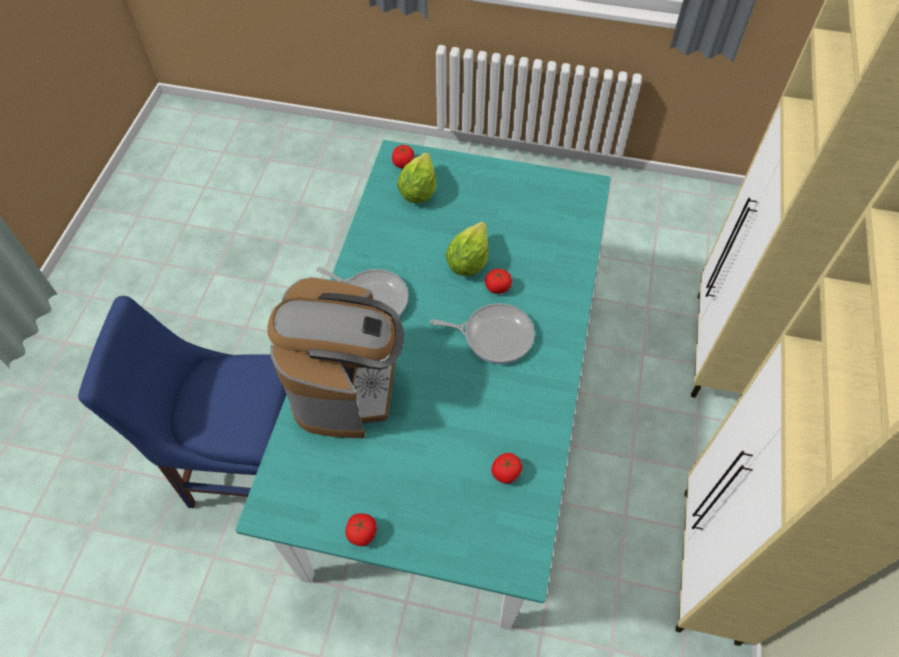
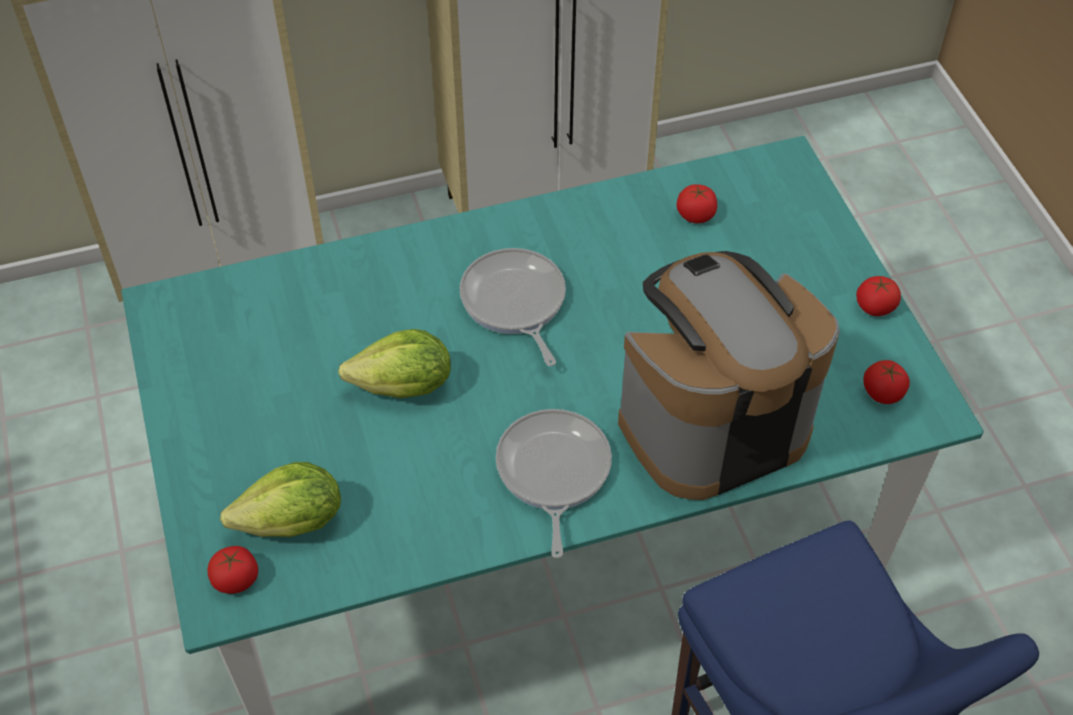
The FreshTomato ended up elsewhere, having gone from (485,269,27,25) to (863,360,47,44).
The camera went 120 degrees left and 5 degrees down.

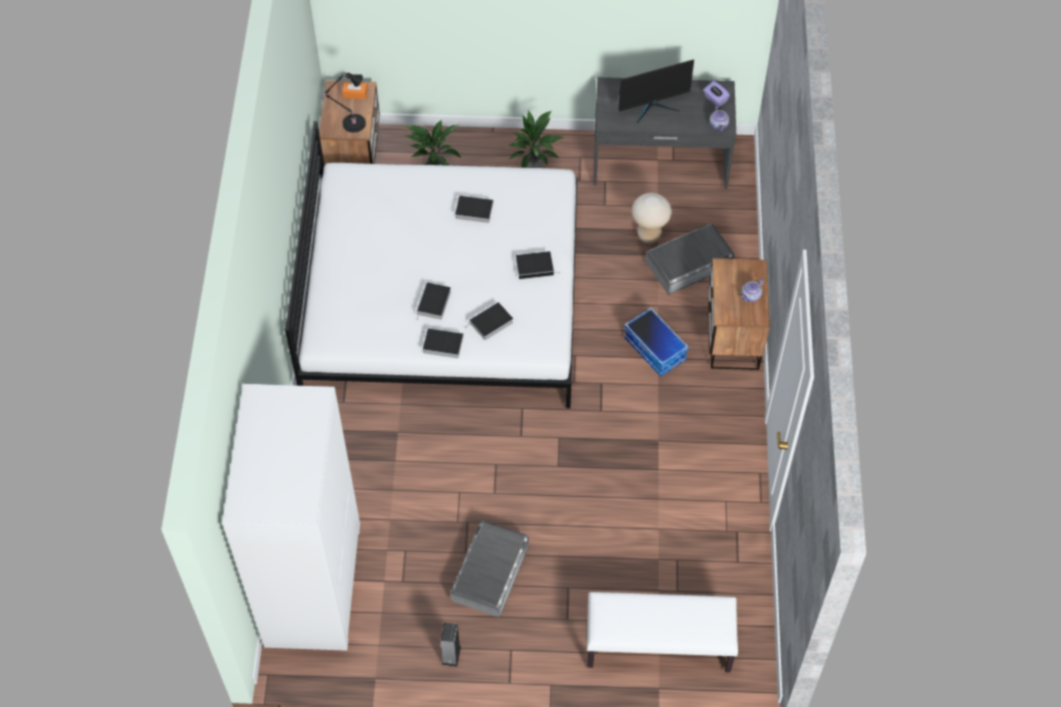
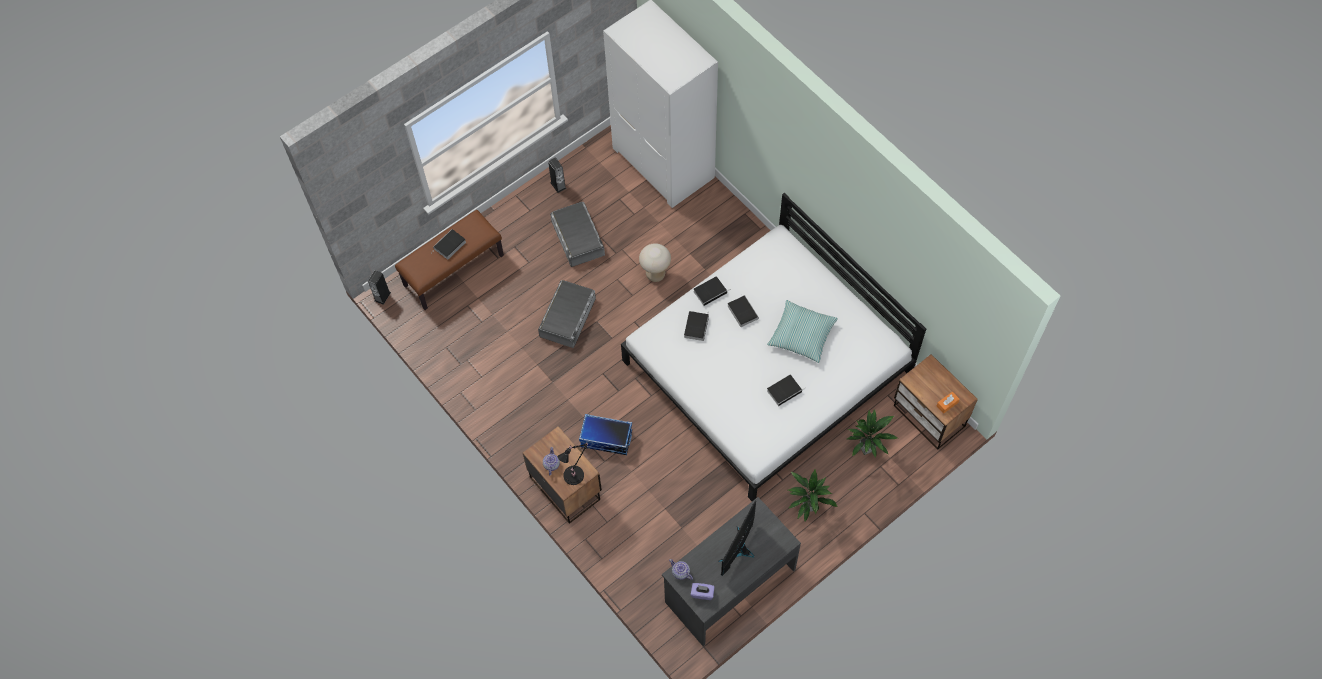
The BlackColouredLampForATable ended up elsewhere, having gone from (323,72,43,61) to (558,442,30,43).
The Volume ended up elsewhere, having gone from (516,251,39,28) to (432,229,34,31).
What was the WhiteColouredIndoorBench at (587,592,151,81) turned into the BrownishIndoorBench at (395,210,109,100).
The BeigeColouredStool ended up elsewhere, having gone from (631,193,41,51) to (639,243,32,39).
The GrayStorageContainer ended up elsewhere, having gone from (646,223,89,72) to (538,280,58,68).
The second view gained the Speaker at (368,270,23,35).
The second view gained the Cushion at (767,300,71,63).
The camera went 140 degrees right and 5 degrees up.

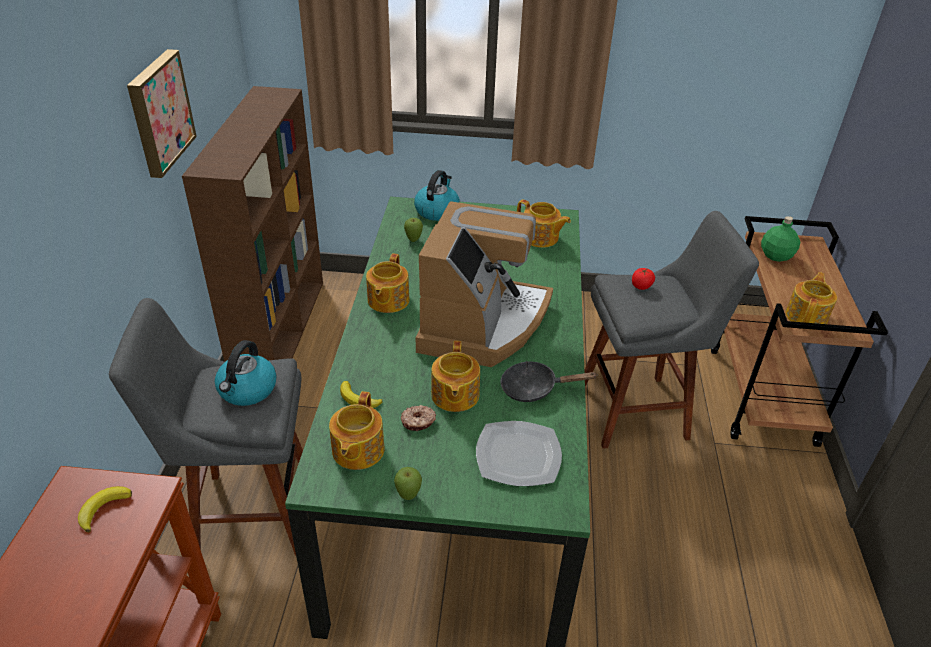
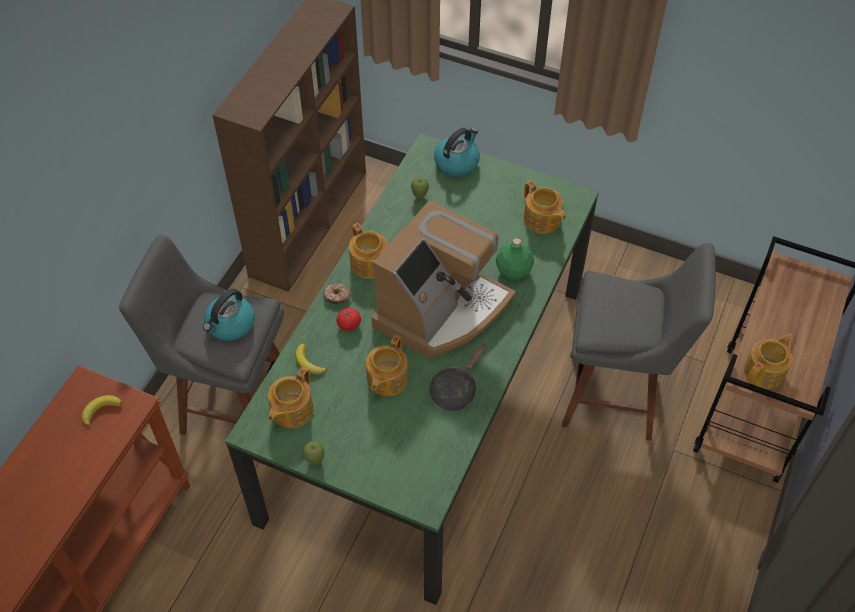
The second view lost the WallPicture at (127,49,70,129).
The Teapot at (366,253,43,60) ended up facing another way, 60 degrees counterclockwise from before.
The Doughnut ended up elsewhere, having gone from (401,405,35,26) to (323,283,28,21).
The second view lost the Plate at (476,421,86,65).
The BlackColouredPan at (500,361,98,41) ended up facing another way, 75 degrees counterclockwise from before.
The FreshTomato ended up elsewhere, having gone from (632,268,23,22) to (336,308,25,23).
The GreenishBottle ended up elsewhere, having gone from (761,216,39,46) to (496,238,38,42).
The camera went 20 degrees right and 15 degrees up.

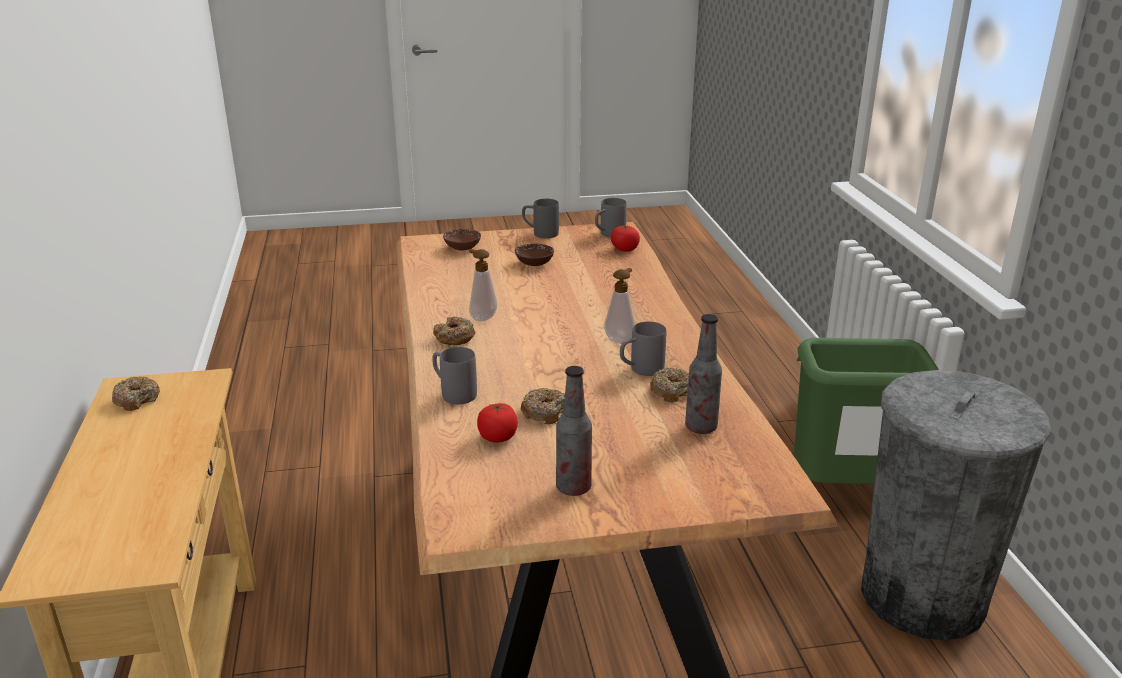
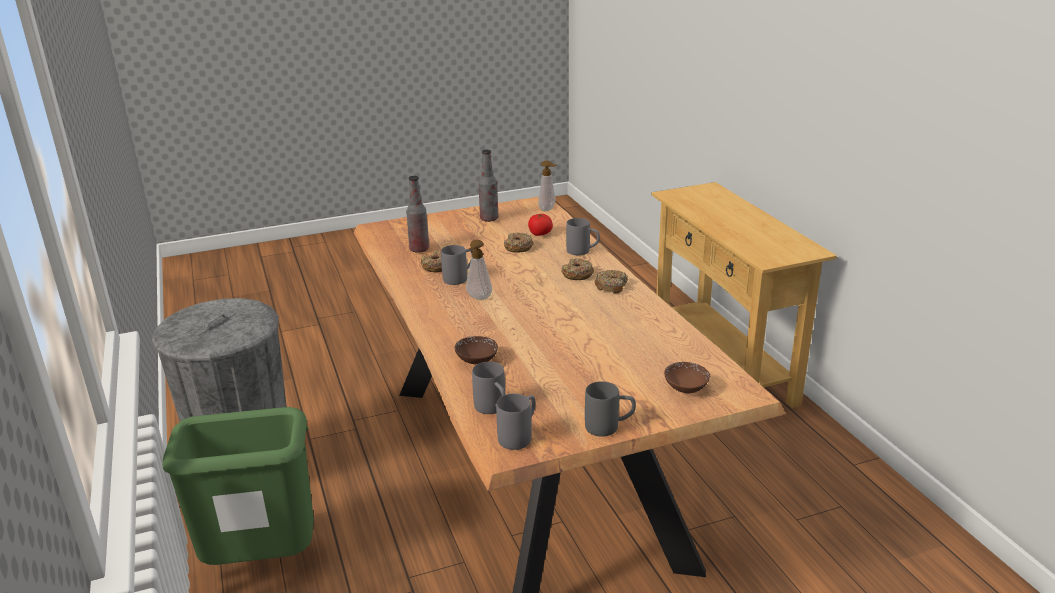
The Doughnut ended up elsewhere, having gone from (112,376,48,35) to (561,258,33,22).
The SoapBottle ended up elsewhere, having gone from (469,249,28,72) to (538,160,18,52).
The BrownishDeepDish ended up elsewhere, having gone from (515,244,39,22) to (455,336,43,28).
Where the FreshTomato stood at (611,225,29,27), the GrayMug came to stand at (472,362,33,52).
The camera went 170 degrees right and 0 degrees up.

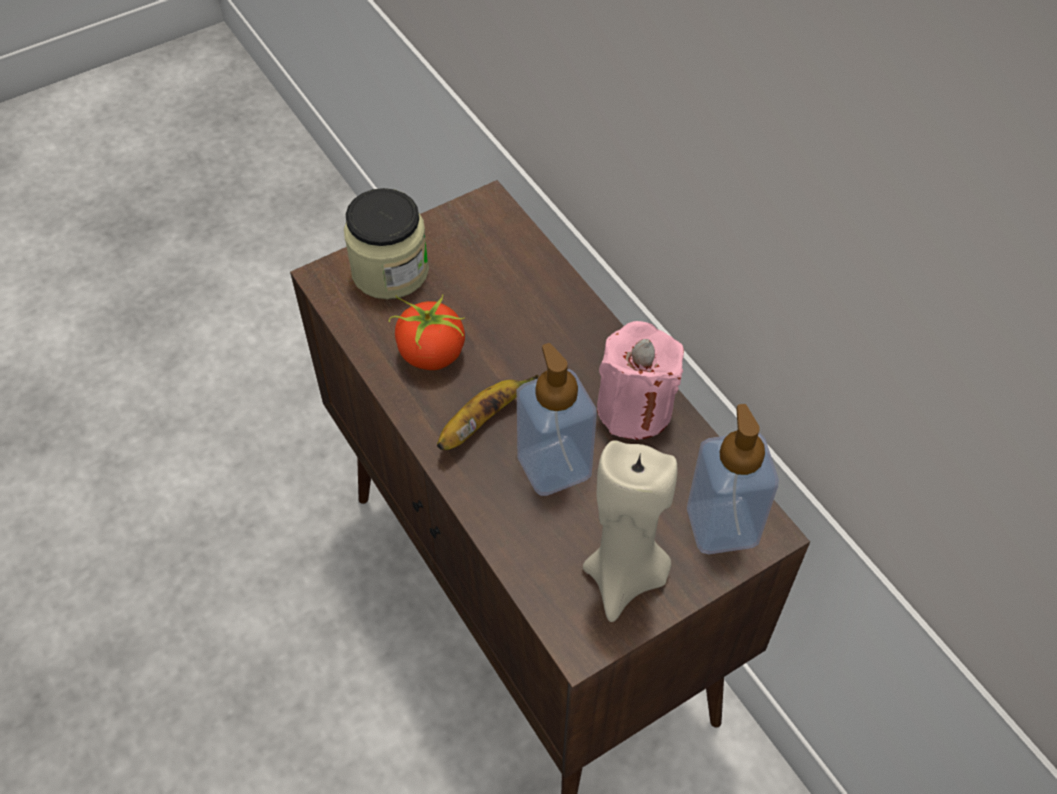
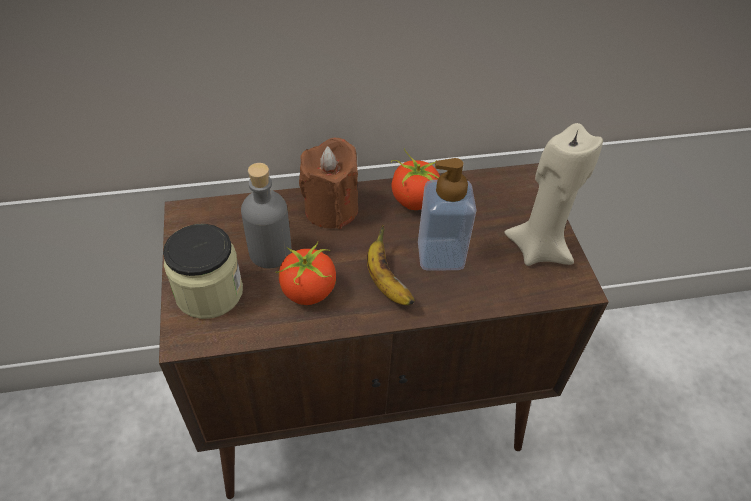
Where the PinkColouredWaxLight stood at (597,321,87,119), the FreshTomato came to stand at (391,149,49,61).
The second view lost the SoapBottle at (687,404,92,150).
The second view gained the GrayBottle at (241,163,51,106).
The second view gained the BrownishWaxLight at (299,138,59,91).
The camera went 70 degrees left and 5 degrees down.

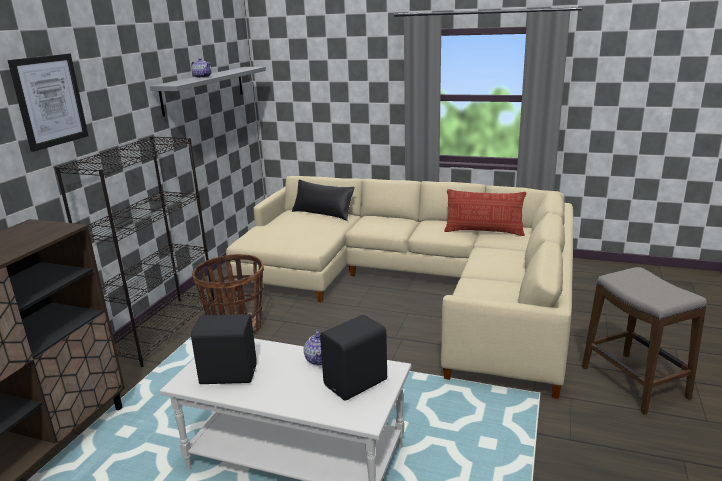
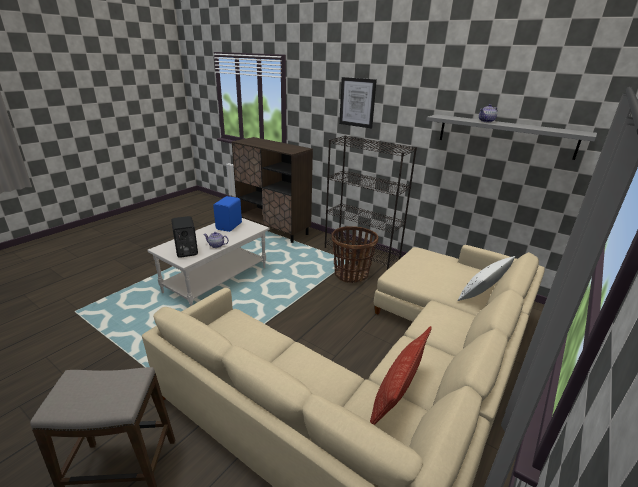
What was the BlackColouredSpeaker at (191,314,66,70) turned into the BluishSpeaker at (213,196,29,36).
What was the BlackColouredCushion at (292,179,63,42) turned into the WhiteColouredCushion at (457,256,58,45).
The camera went 105 degrees right and 5 degrees up.

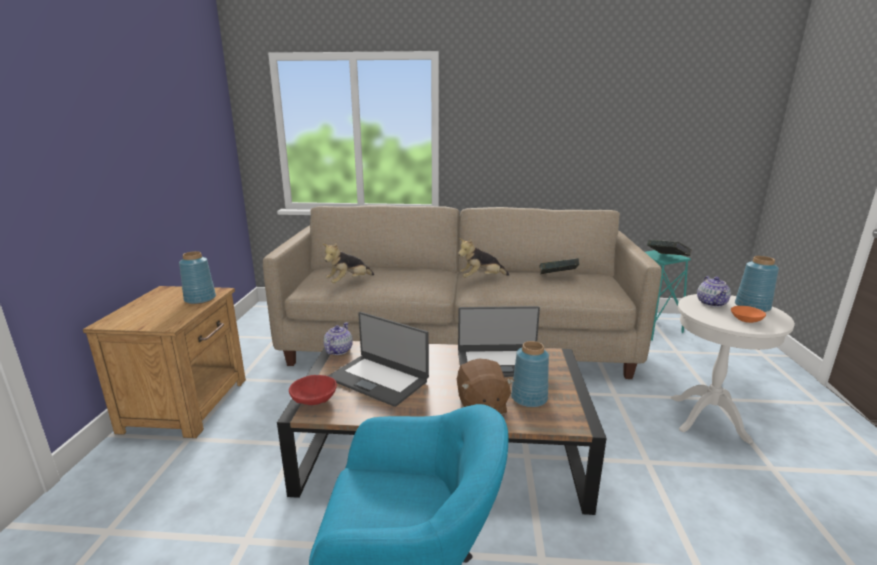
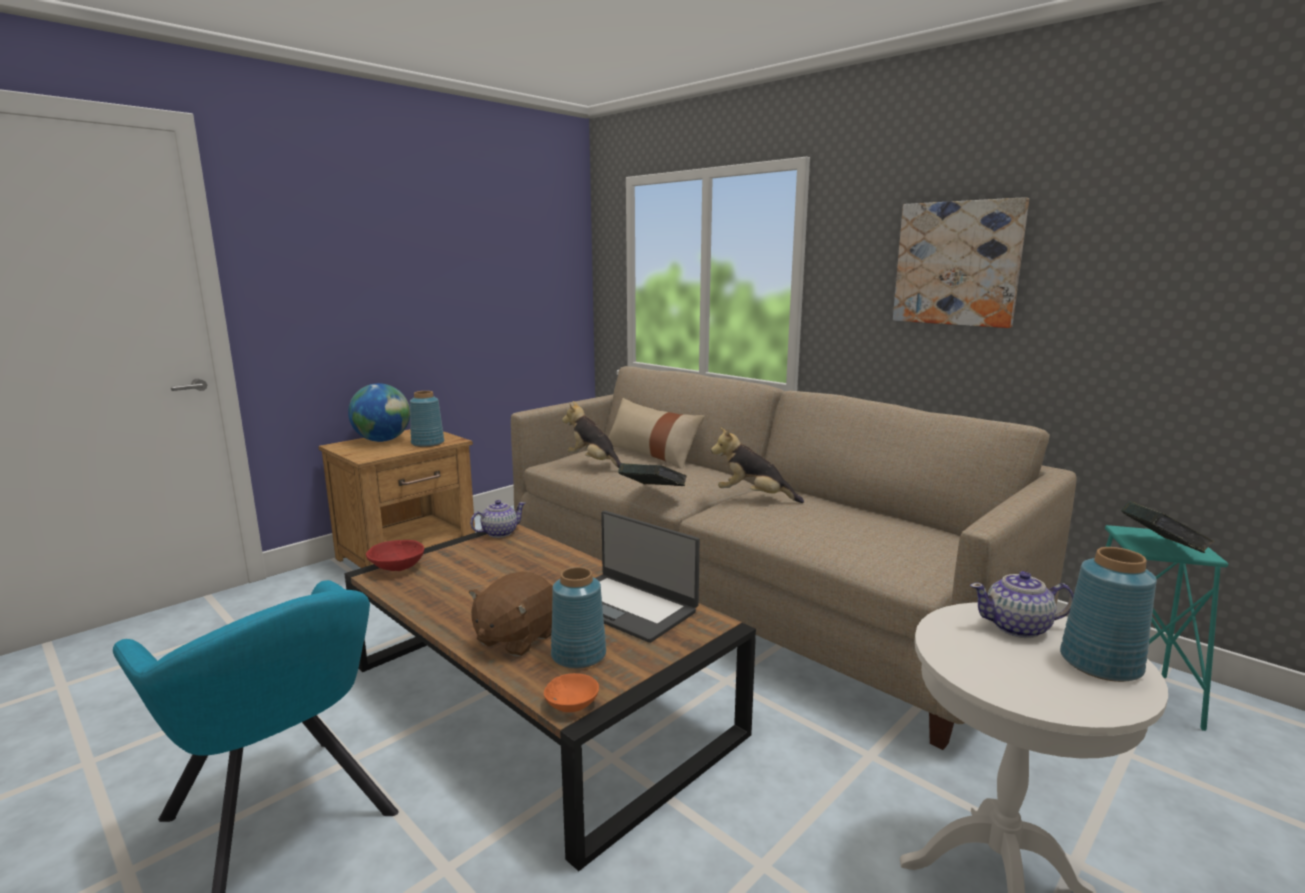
The PlushToy at (323,243,51,40) ended up facing another way, 45 degrees clockwise from before.
The second view lost the Laptop at (328,312,101,95).
The Volume ended up elsewhere, having gone from (539,258,40,17) to (618,463,69,23).
The Teapot at (697,276,34,31) ended up facing another way, 45 degrees clockwise from before.
The OrangeColouredDeepDish ended up elsewhere, having gone from (731,306,35,17) to (544,673,55,39).
The second view gained the WorldGlobe at (348,383,62,59).
The second view gained the BeigeColouredCushion at (608,398,97,71).
The second view gained the WallPicture at (893,197,136,131).
The camera went 40 degrees right and 5 degrees down.

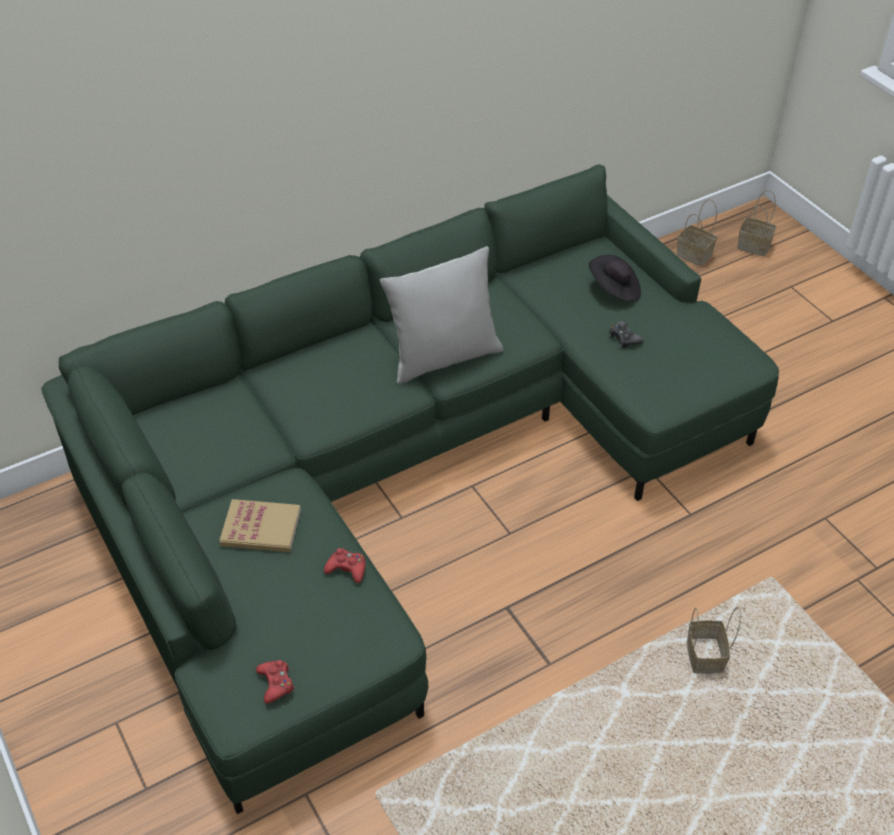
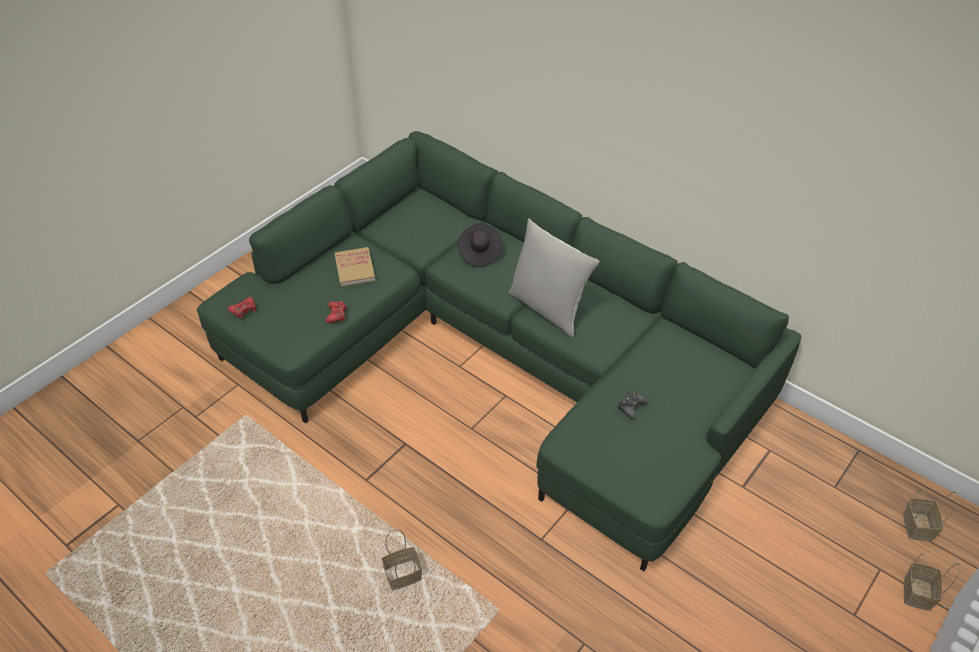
The BlackColouredWearableHat ended up elsewhere, having gone from (588,255,53,47) to (458,224,45,43).
The HouseholdBasket ended up elsewhere, having gone from (676,199,41,67) to (904,553,57,58).
The camera went 70 degrees right and 0 degrees up.

